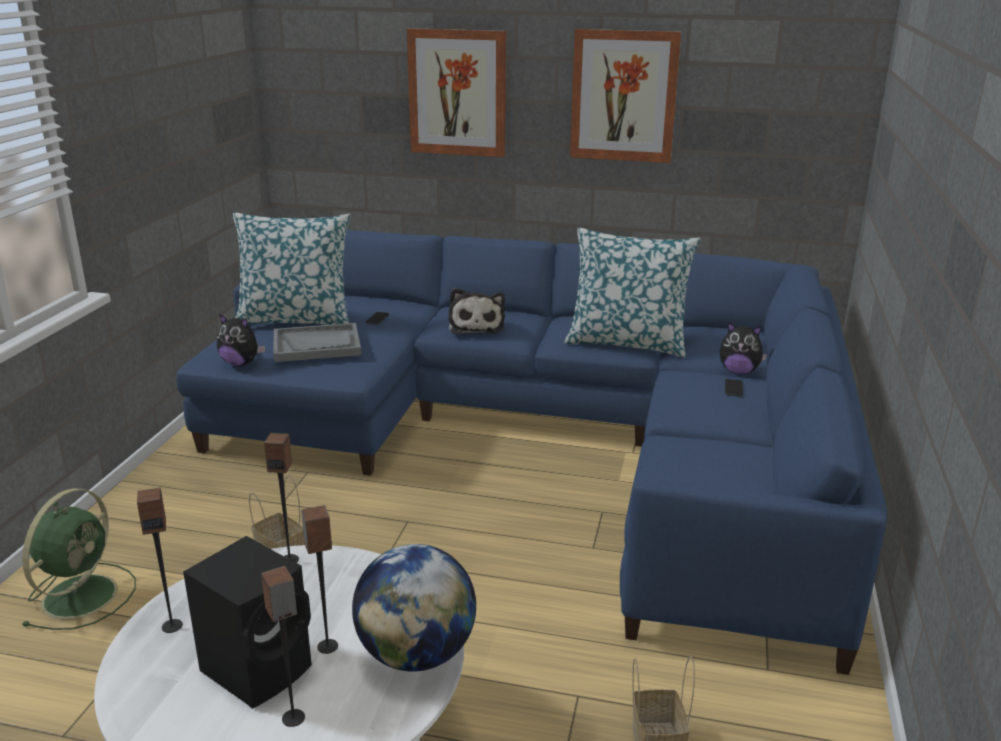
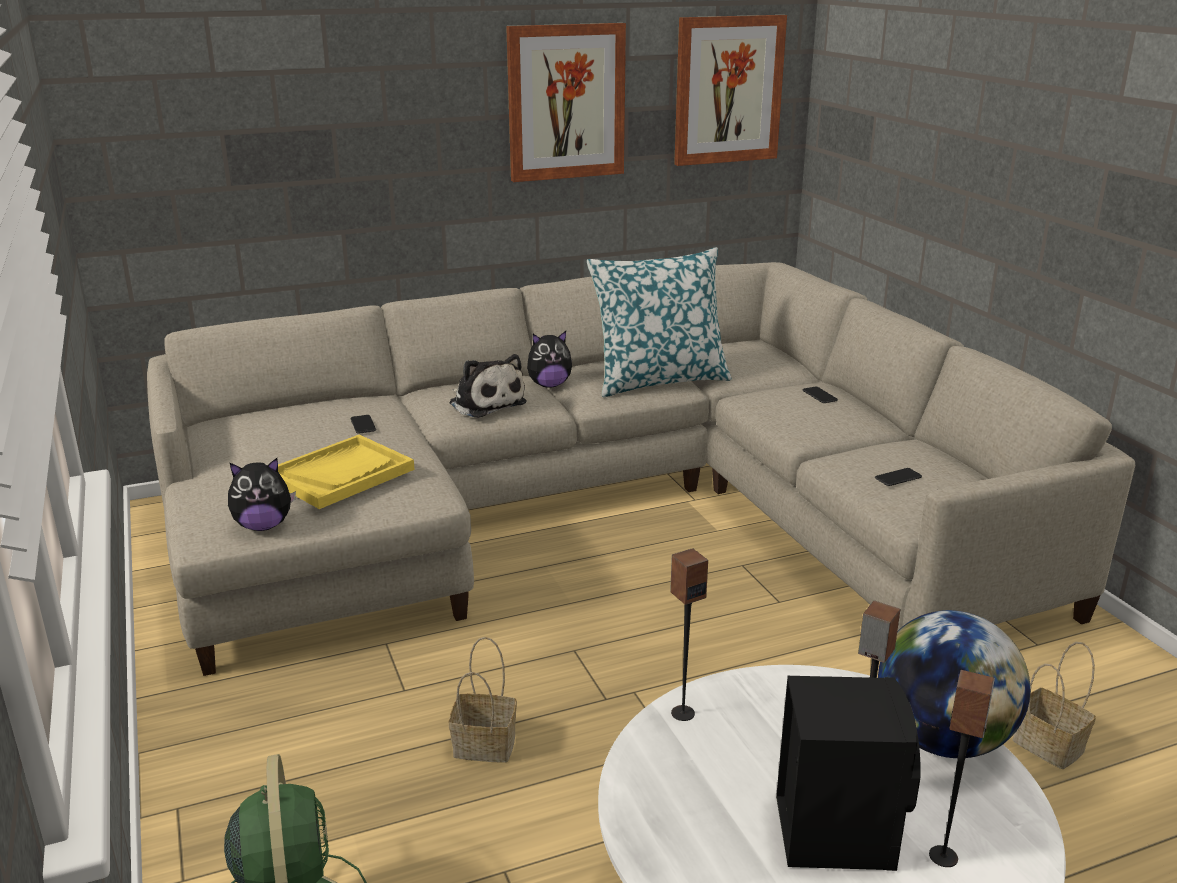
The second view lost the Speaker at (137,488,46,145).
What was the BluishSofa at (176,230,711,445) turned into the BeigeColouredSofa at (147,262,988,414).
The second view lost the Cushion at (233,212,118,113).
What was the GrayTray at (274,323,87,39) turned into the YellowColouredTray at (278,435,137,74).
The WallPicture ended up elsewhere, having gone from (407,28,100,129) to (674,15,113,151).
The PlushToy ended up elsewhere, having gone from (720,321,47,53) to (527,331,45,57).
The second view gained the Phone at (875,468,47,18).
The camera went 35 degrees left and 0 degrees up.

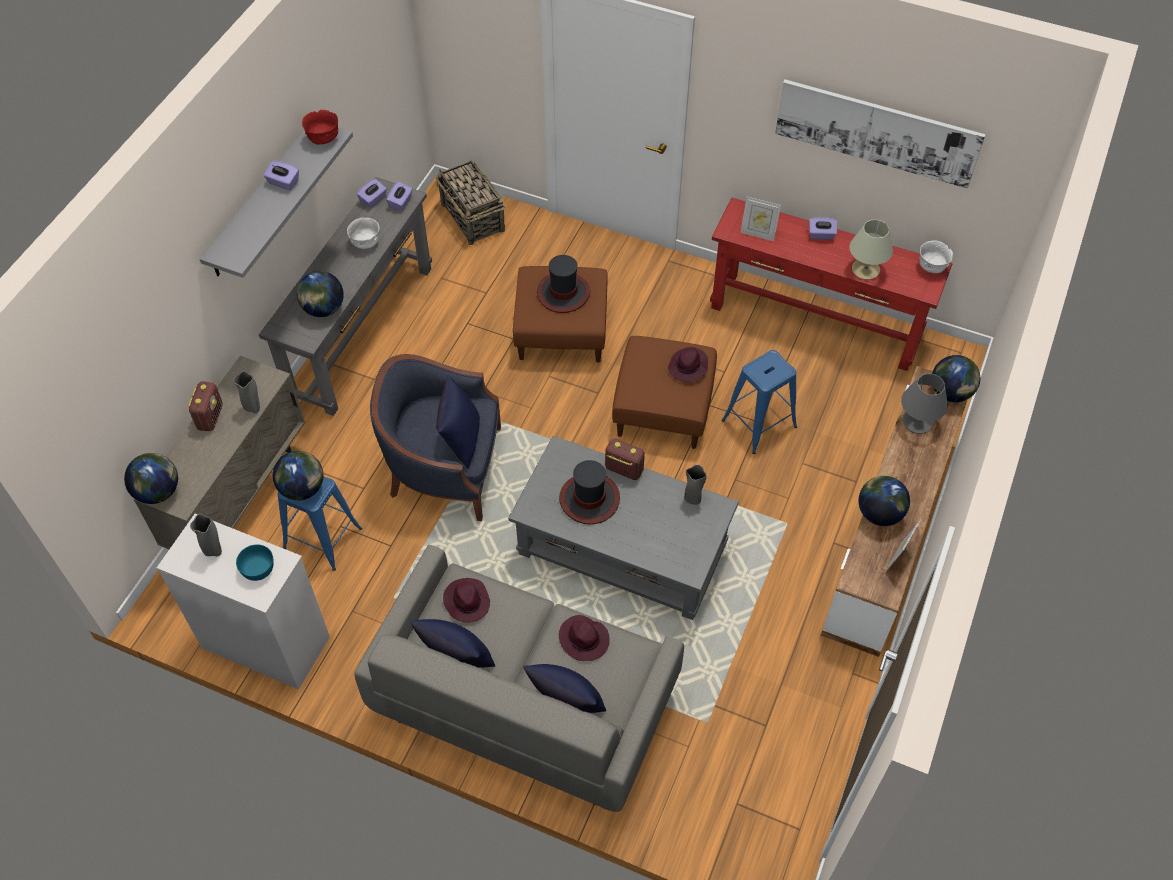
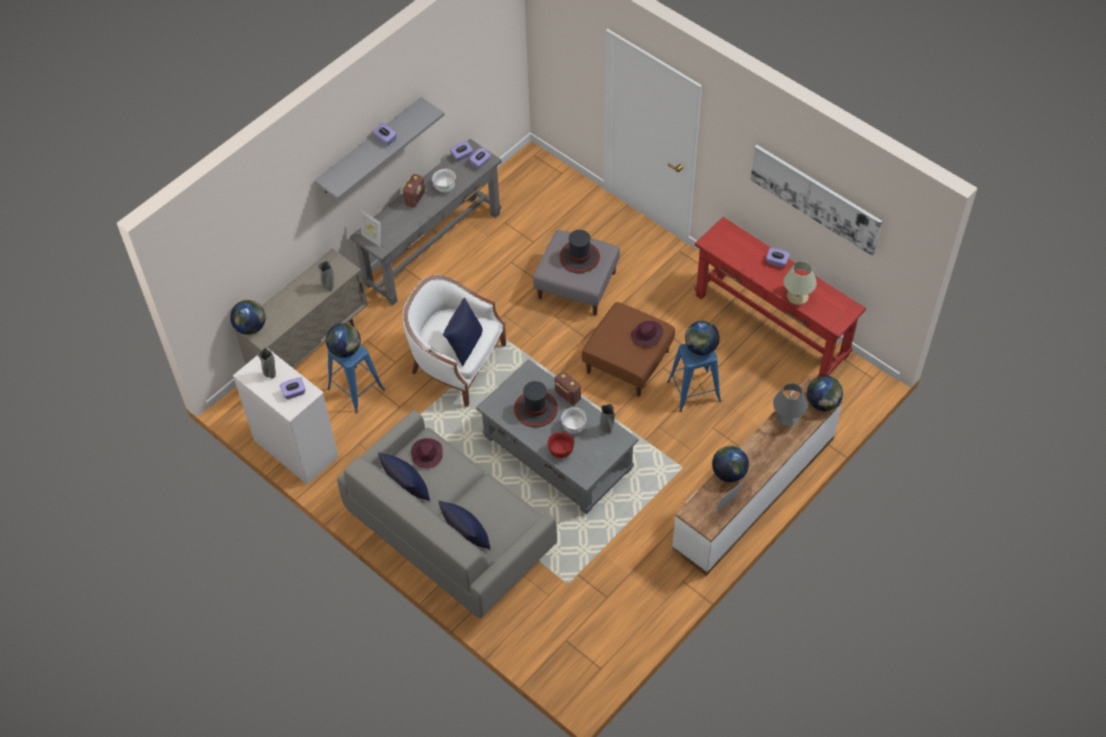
The Radio ended up elsewhere, having gone from (188,381,35,50) to (402,174,23,34).
Where the TurquoiseColouredDeepDish stood at (236,544,38,37), the PurpleColouredTissueBox came to stand at (280,377,26,22).
The WorldGlobe ended up elsewhere, having gone from (297,271,47,46) to (685,321,35,34).
The ReddishDeepDish ended up elsewhere, having gone from (302,110,36,35) to (548,432,26,26).
What was the BluishArmchair at (370,354,131,167) turned into the WhiteColouredArmchair at (403,275,103,132).
The second view lost the HouseholdBasket at (436,160,69,85).
What was the BrownishFootrest at (513,266,95,97) turned into the GrayFootrest at (533,230,87,85).
The second view lost the PurpleColouredWearableHat at (559,615,51,46).
The PictureFrame ended up elsewhere, having gone from (740,197,41,44) to (361,210,20,37).
The WhiteColouredDeepDish ended up elsewhere, having gone from (919,240,34,33) to (561,407,26,27).
The camera went 20 degrees right and 0 degrees up.

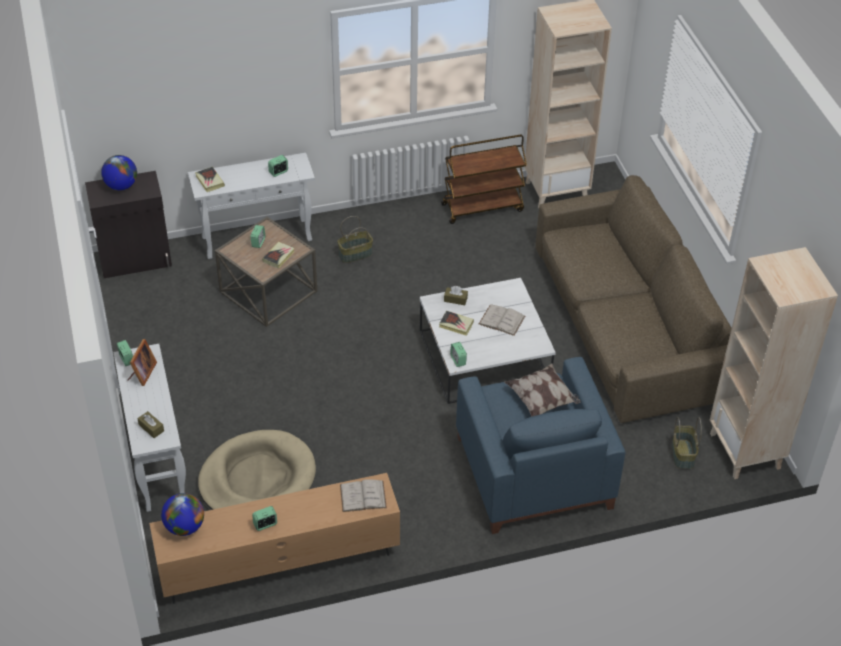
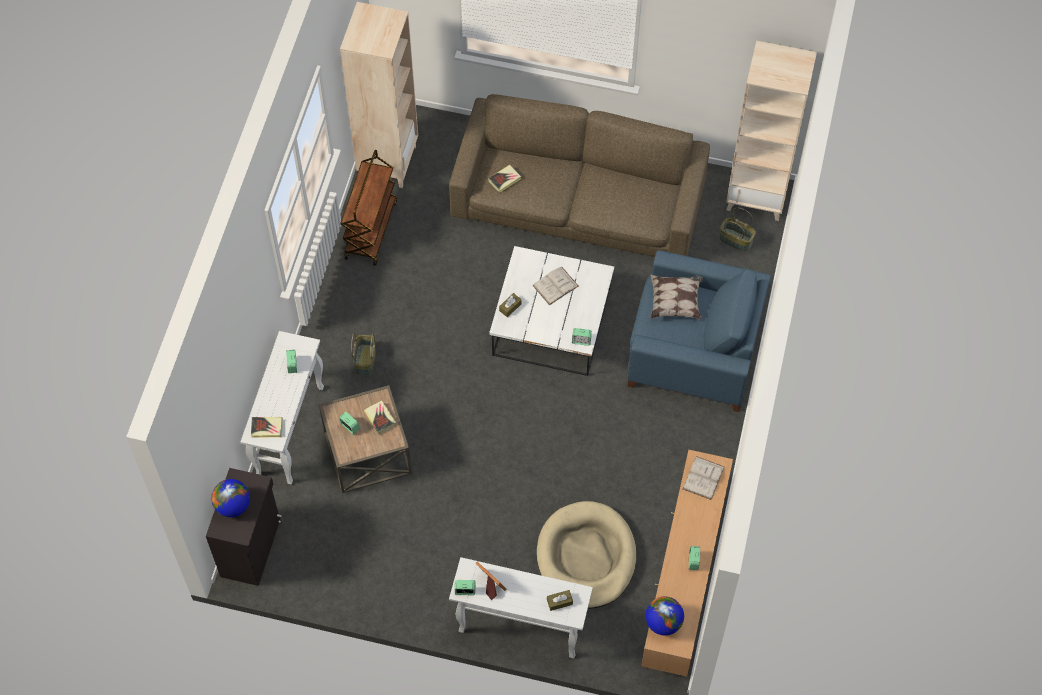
The Volume ended up elsewhere, having gone from (439,311,35,25) to (488,164,33,29).
The camera went 60 degrees left and 15 degrees up.

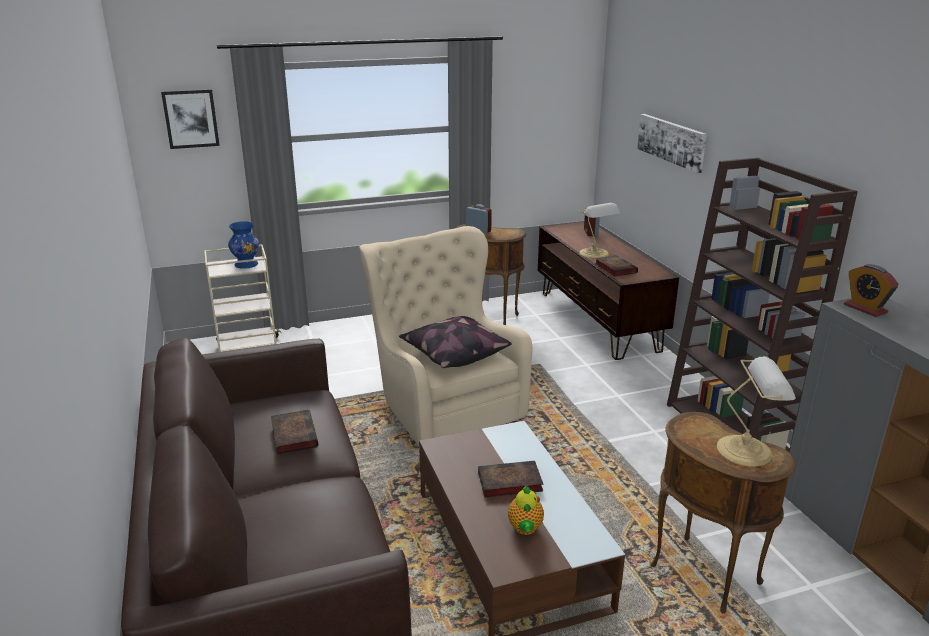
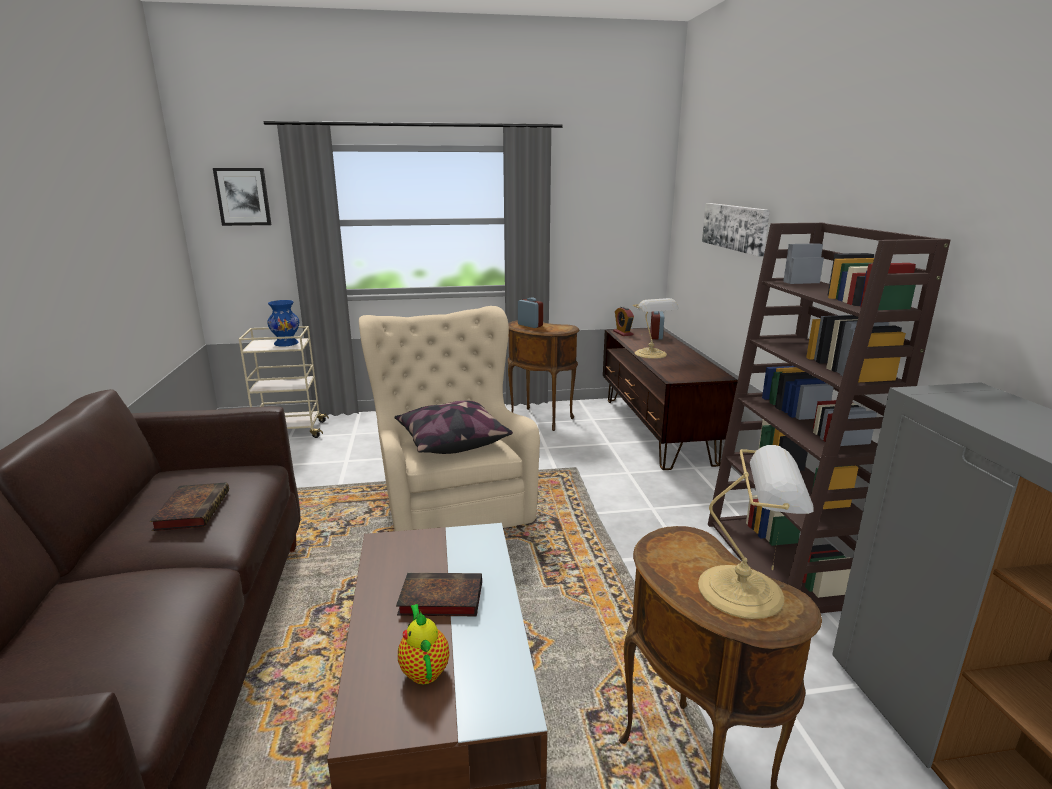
The Teapot at (508,486,36,49) ended up facing another way, 150 degrees clockwise from before.
The second view lost the Volume at (595,255,43,22).
The AlarmClock ended up elsewhere, having gone from (844,264,54,53) to (613,306,21,30).
The camera went 10 degrees right and 5 degrees down.

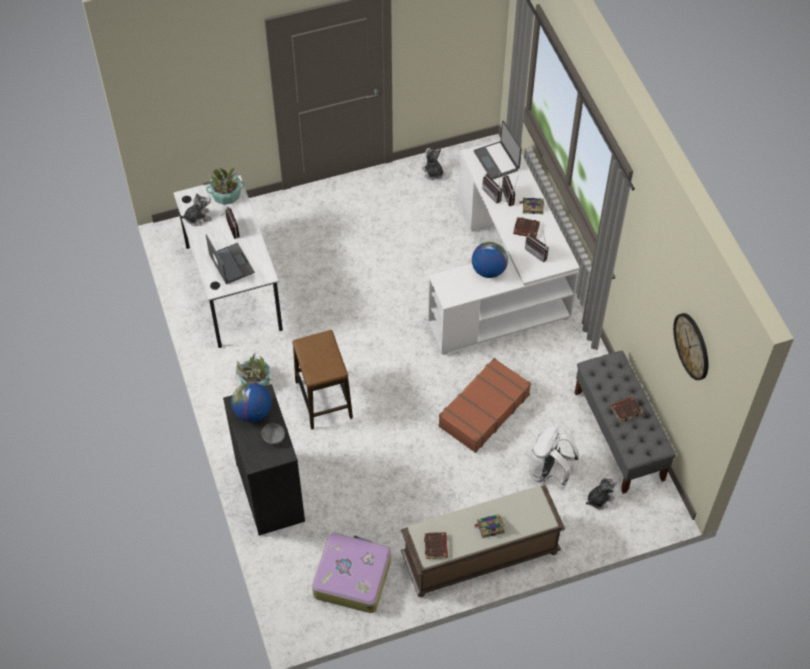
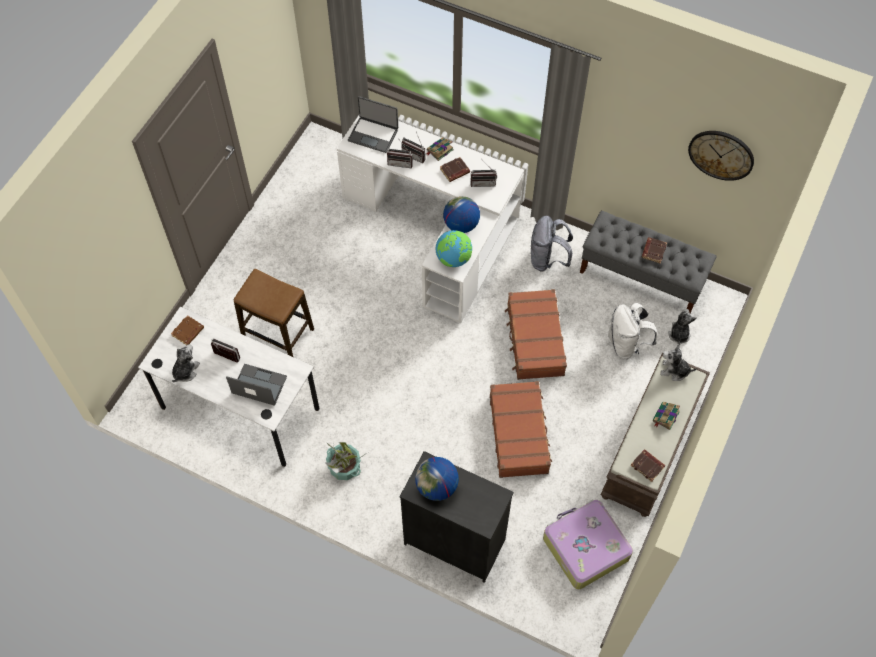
Where the Houseplant stood at (202,167,43,38), the BrownishVolume came to stand at (171,315,33,30).
The second view lost the GrayDeepDish at (261,423,24,22).
The Stool ended up elsewhere, having gone from (293,330,60,100) to (234,269,80,88).
The PlushToy ended up elsewhere, having gone from (422,148,22,32) to (660,344,37,37).
The second view gained the WorldGlobe at (436,230,36,37).
The second view gained the BrownishSuitcase at (490,381,62,97).
The second view gained the GrayBackpack at (531,215,42,56).
The camera went 45 degrees left and 5 degrees up.

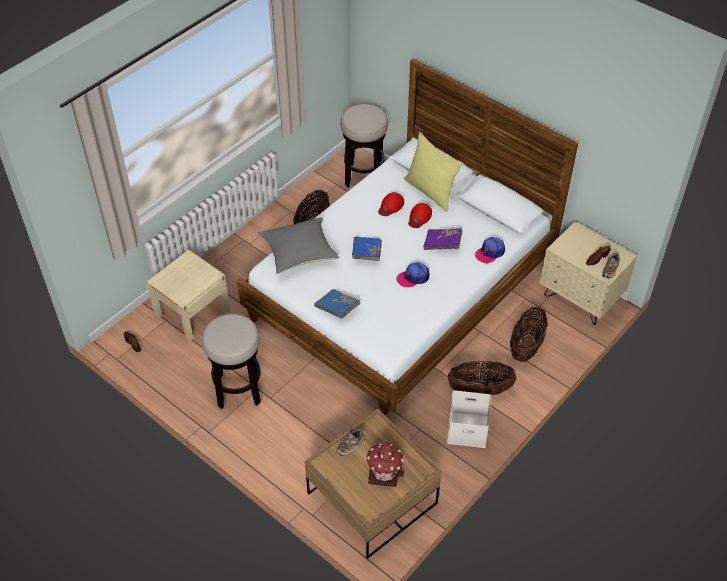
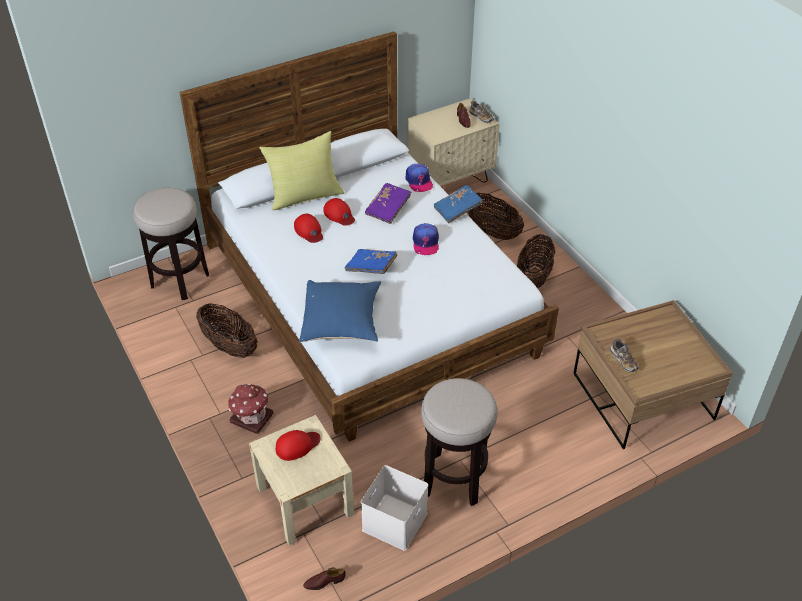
What was the GrayCushion at (258,218,82,56) turned into the BluishCushion at (299,280,82,63).
The BluishVolume ended up elsewhere, having gone from (314,289,46,30) to (434,185,49,38).
The ModelHouse ended up elsewhere, having gone from (366,442,38,45) to (228,384,45,50).
The WhiteColouredStorageContainer ended up elsewhere, having gone from (447,390,44,58) to (361,465,67,86).
The second view gained the ReddishPeakedCap at (276,430,45,31).
The camera went 70 degrees left and 5 degrees down.

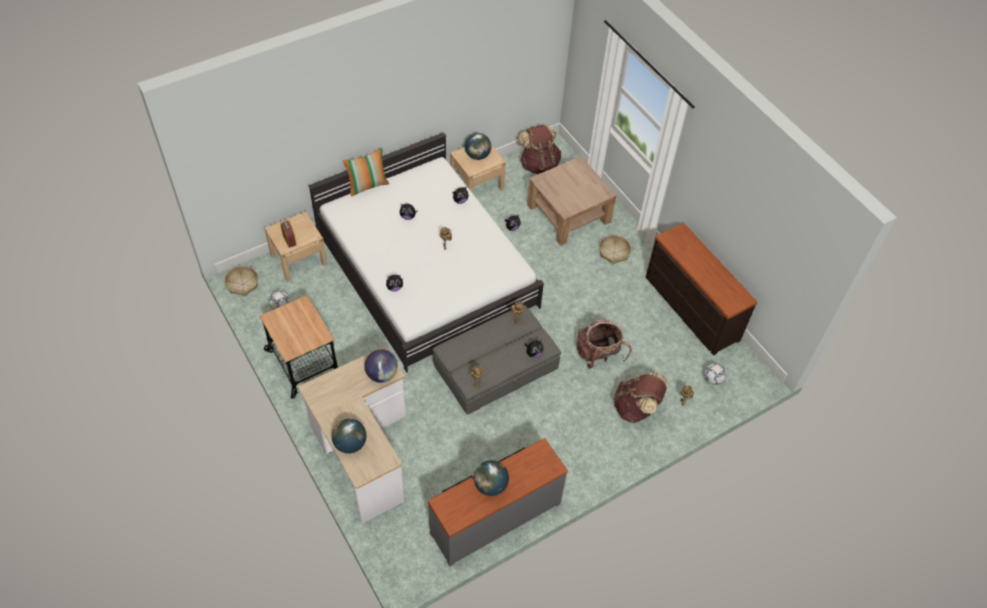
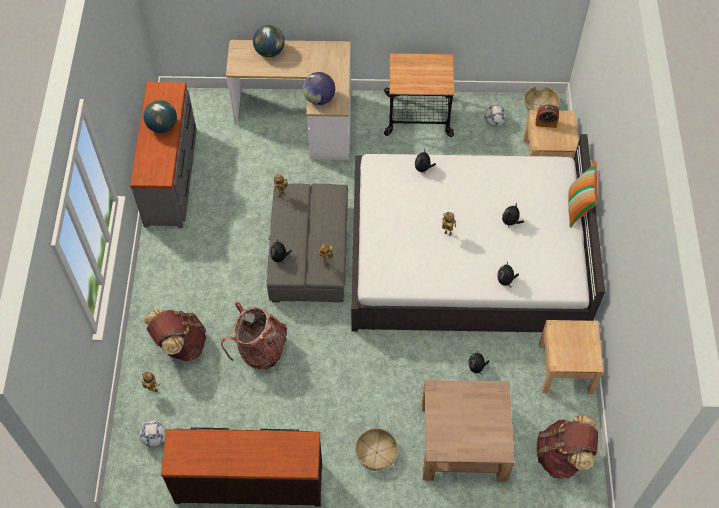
The second view lost the WorldGlobe at (465,133,26,27).
The camera went 125 degrees right and 5 degrees up.

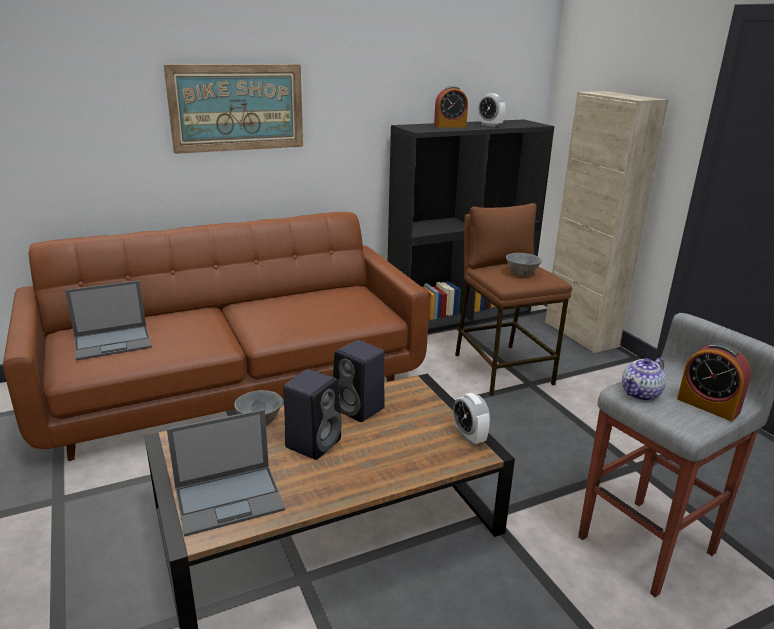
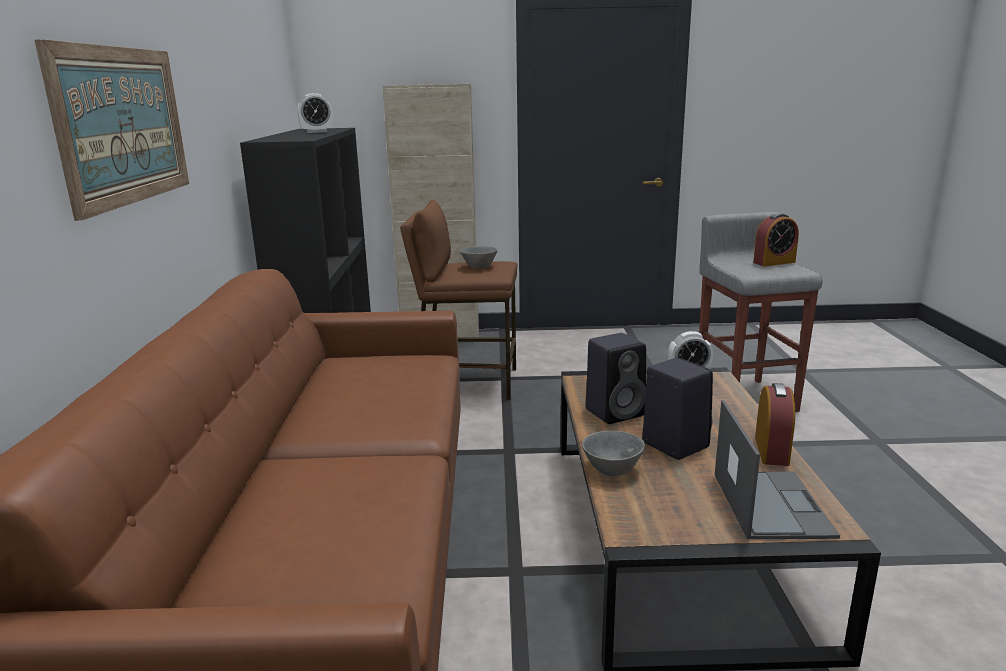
The second view lost the Laptop at (65,280,87,81).
The AlarmClock ended up elsewhere, having gone from (434,86,34,42) to (755,383,40,83).
The second view lost the Teapot at (622,358,44,43).
The camera went 65 degrees left and 5 degrees down.

